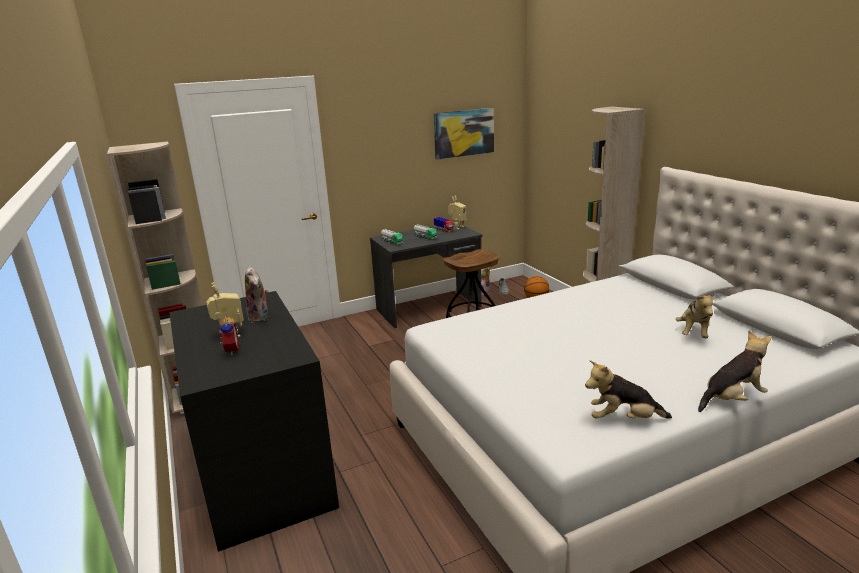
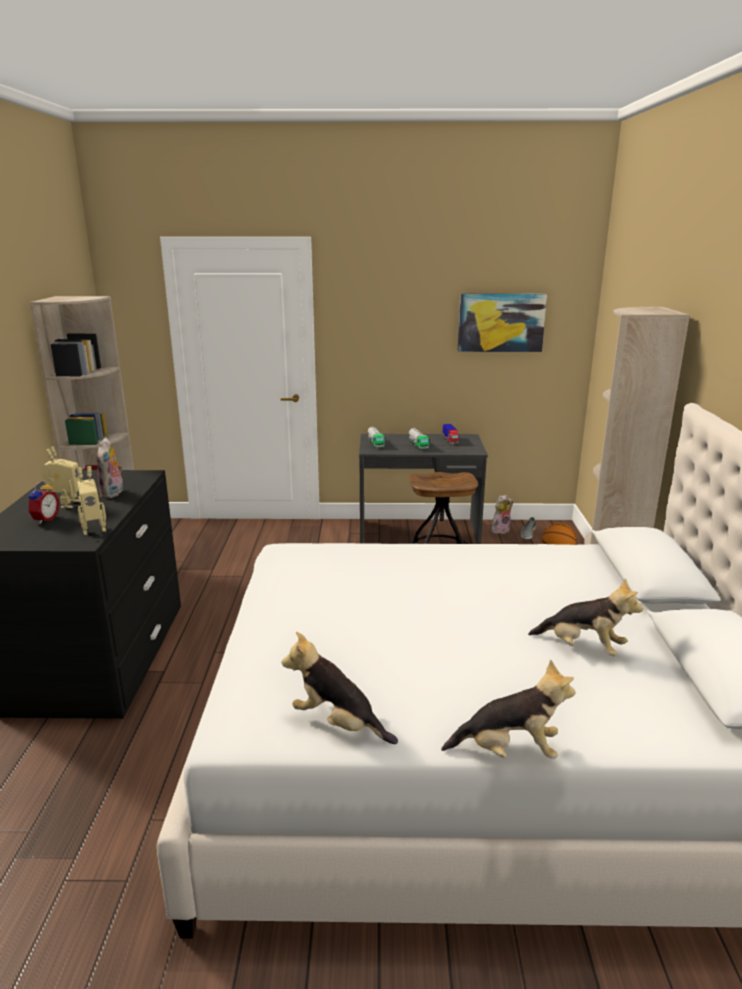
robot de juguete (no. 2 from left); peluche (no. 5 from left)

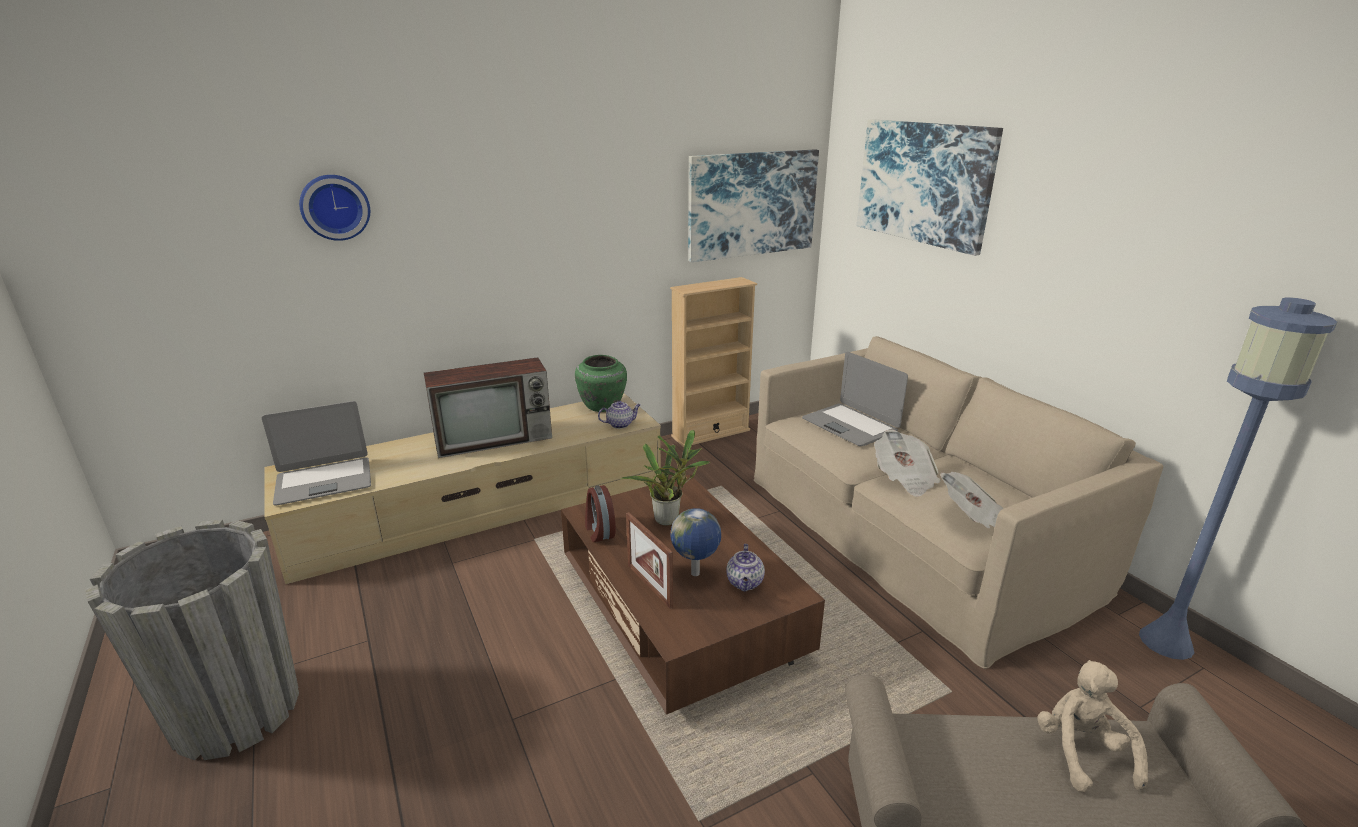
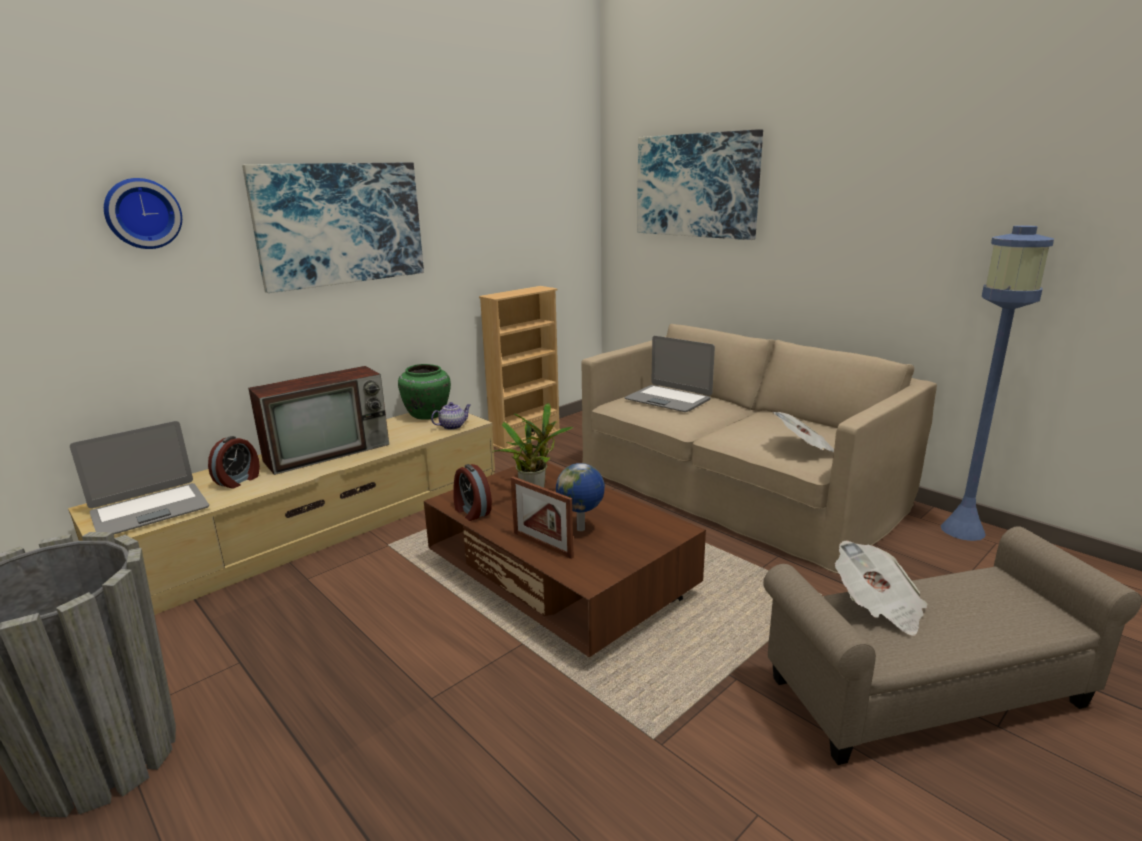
cuadro (no. 1 from left); tetera (no. 2 from left in the first image); periódico (no. 2 from left); peluche/beis; despertador (no. 1 from left)

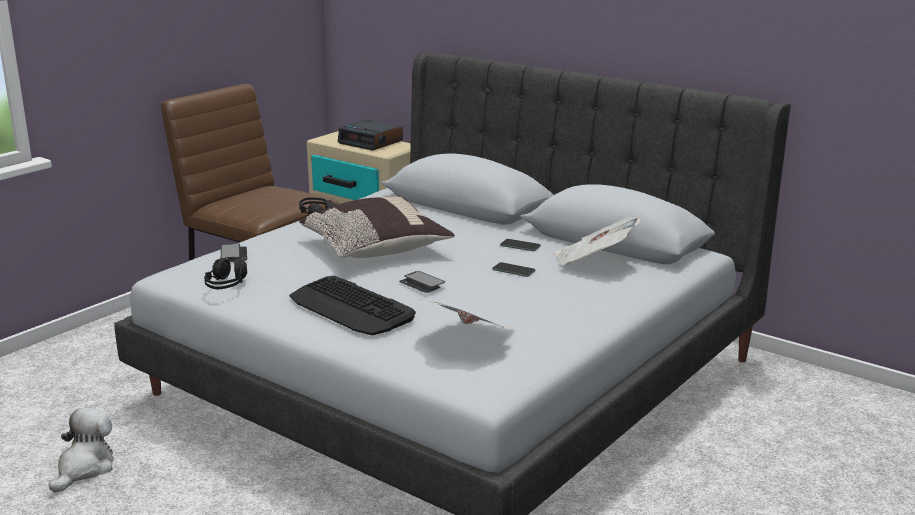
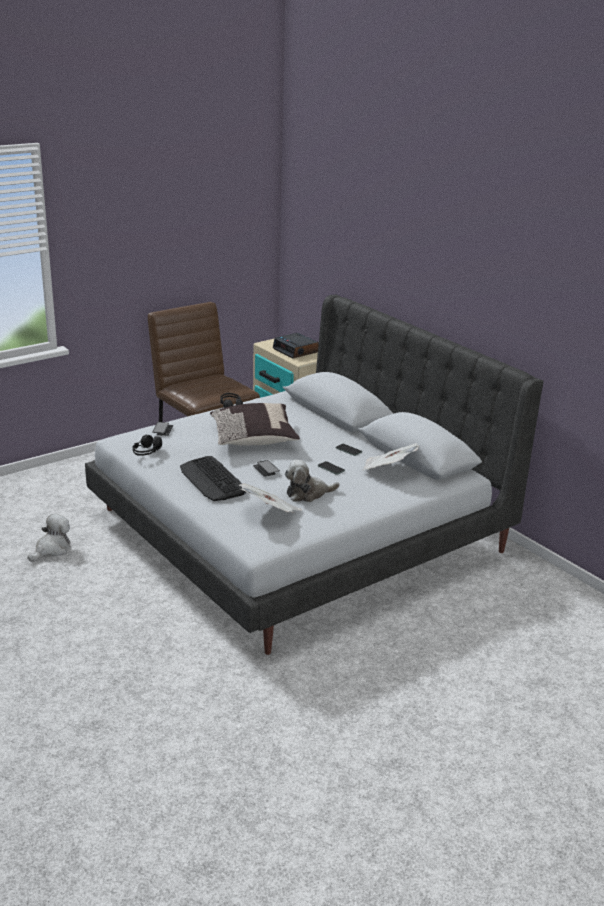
peluche (no. 2 from left)

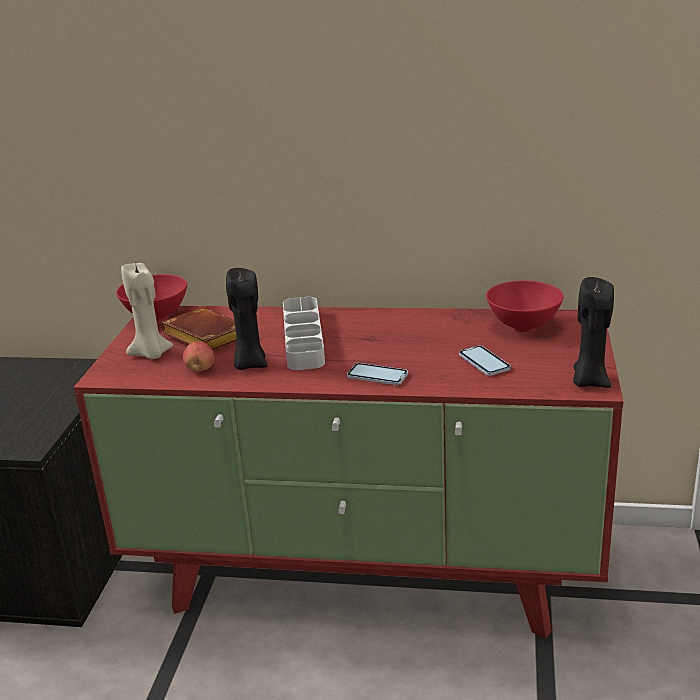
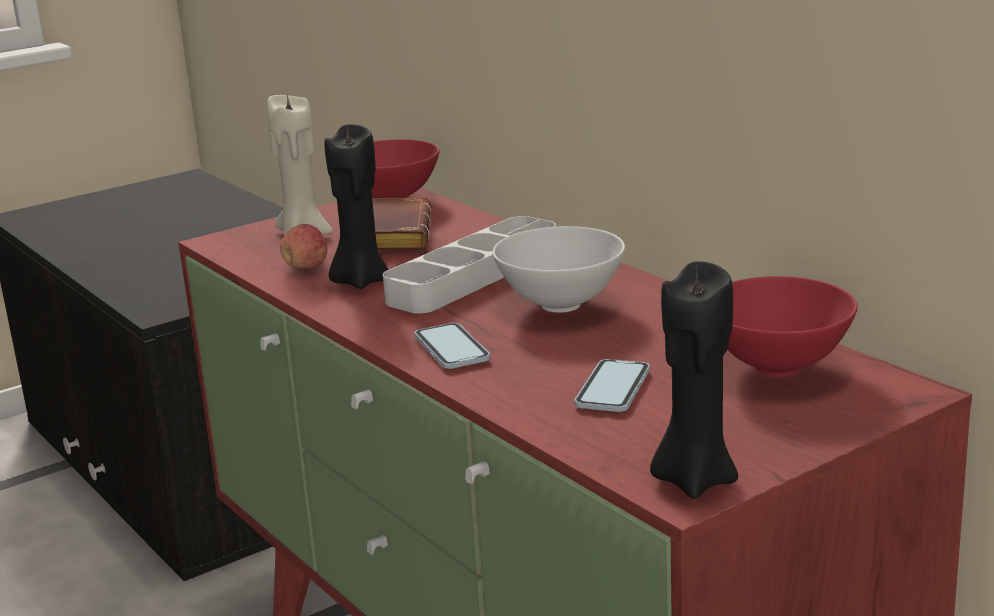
cuenco/blanco

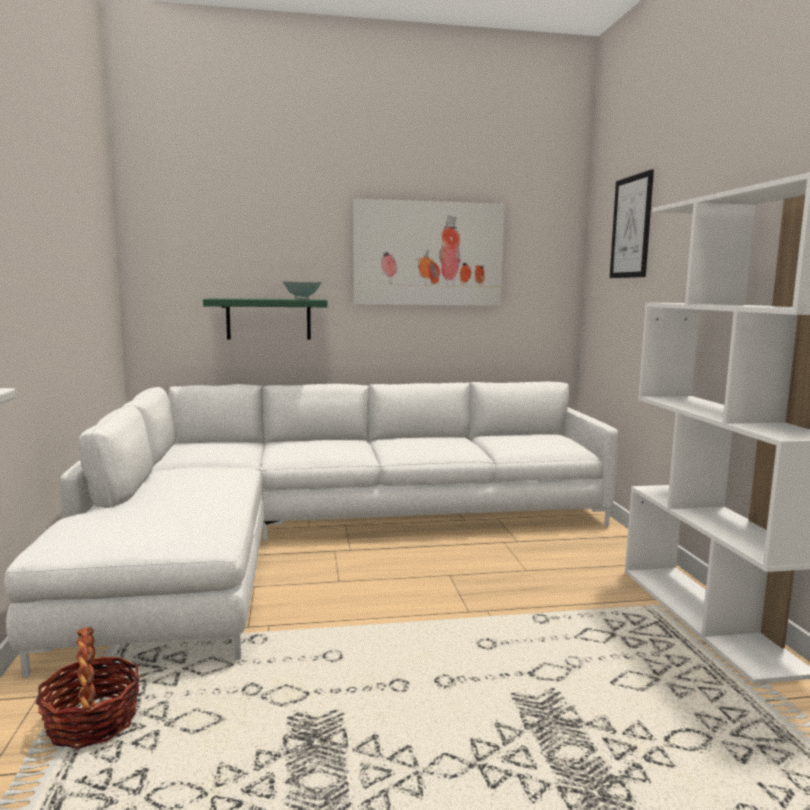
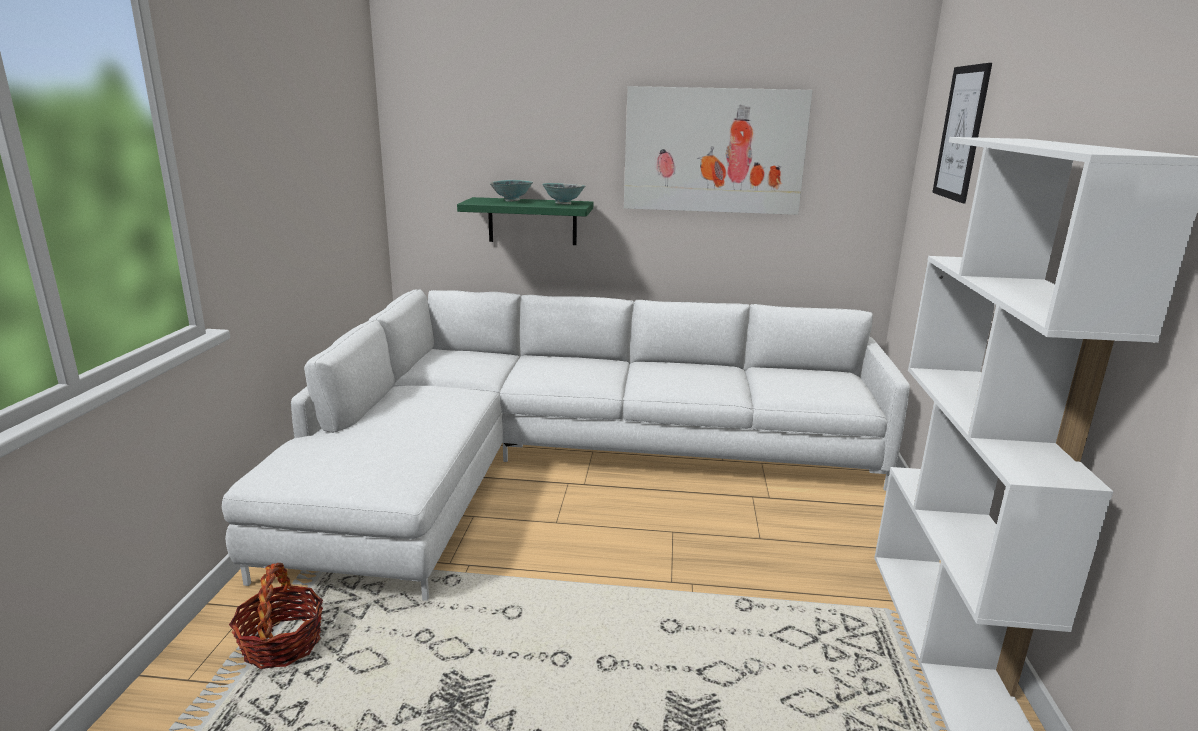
cuenco (no. 1 from left)

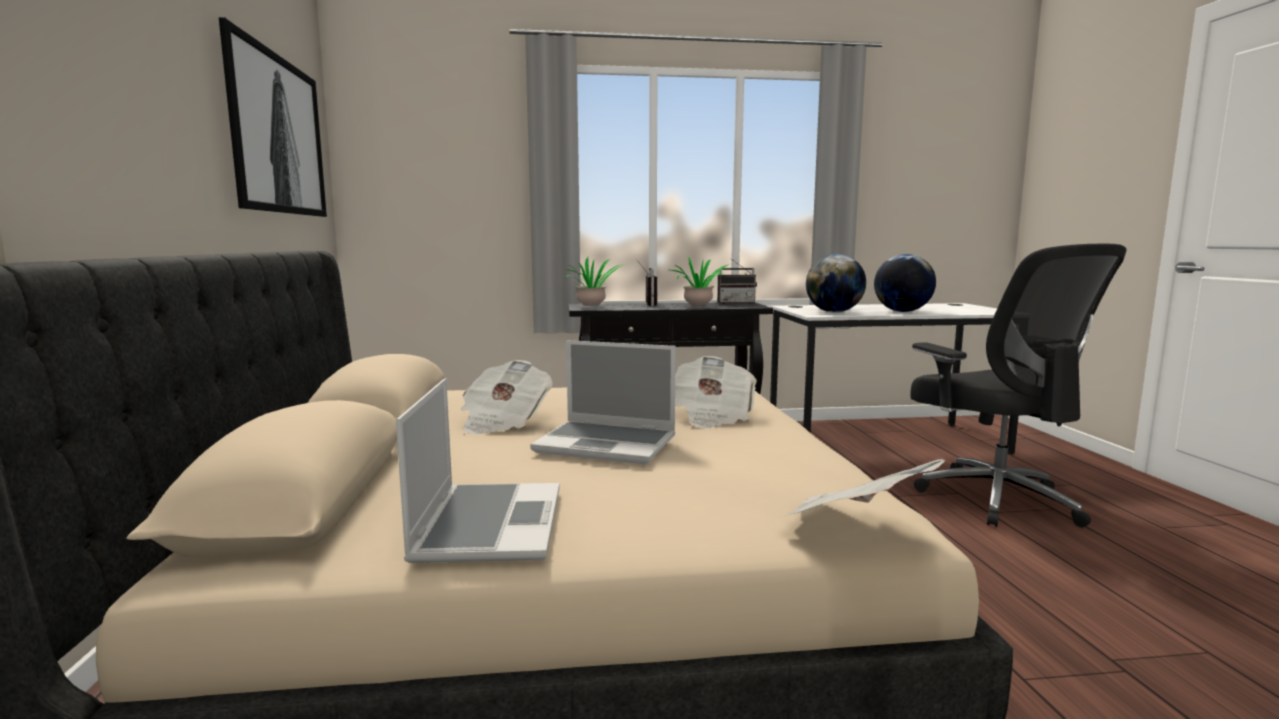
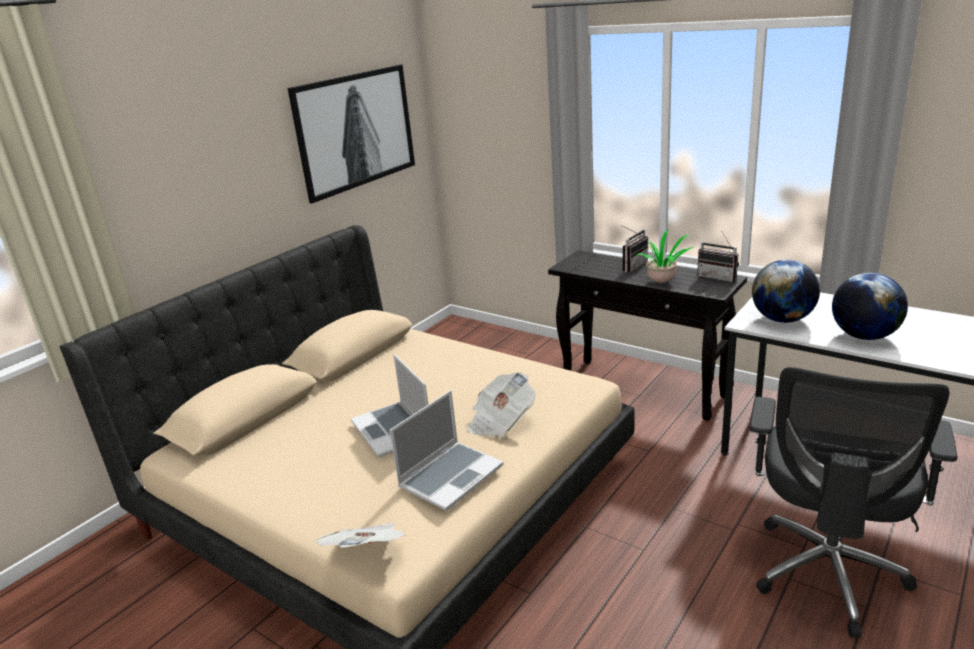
portátil (no. 2 from left); periódico (no. 1 from left in the first image); planta en maceta (no. 1 from left in the first image)

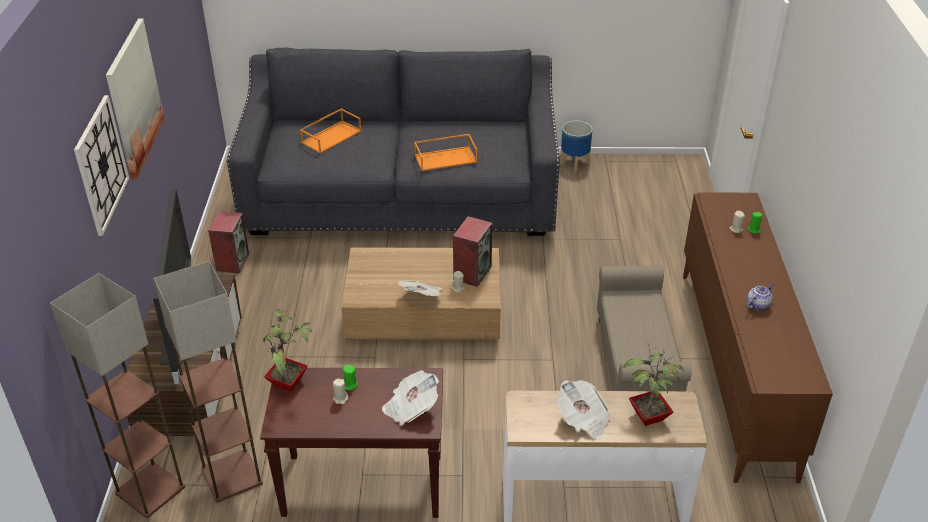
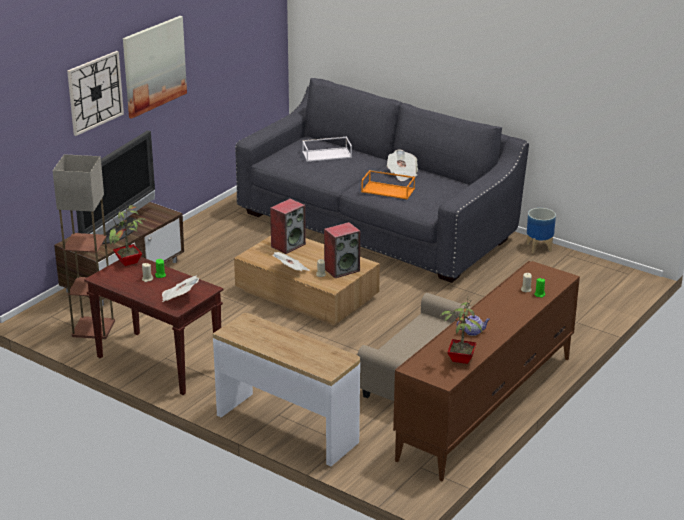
lámpara de pie (no. 1 from left in the first image); altavoz (no. 1 from left); bandeja/blanco; periódico (no. 3 from left); planta en maceta (no. 2 from left)

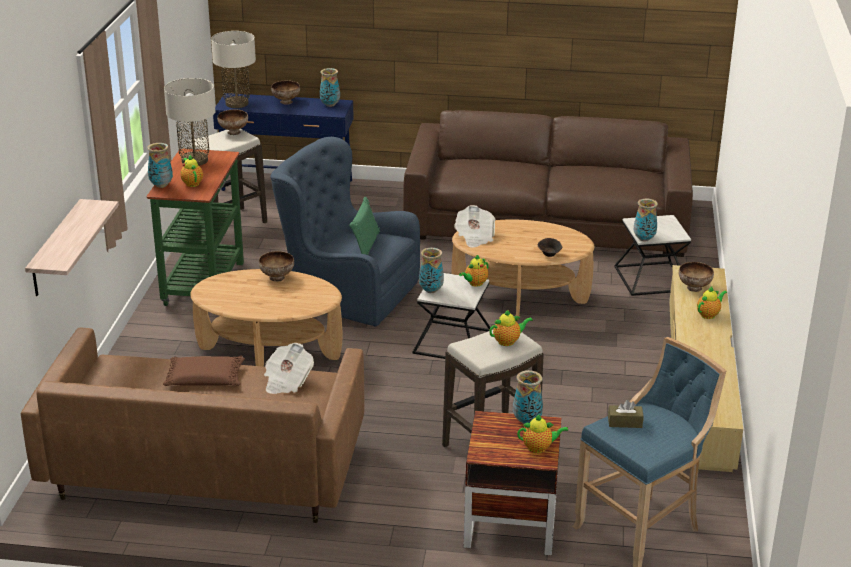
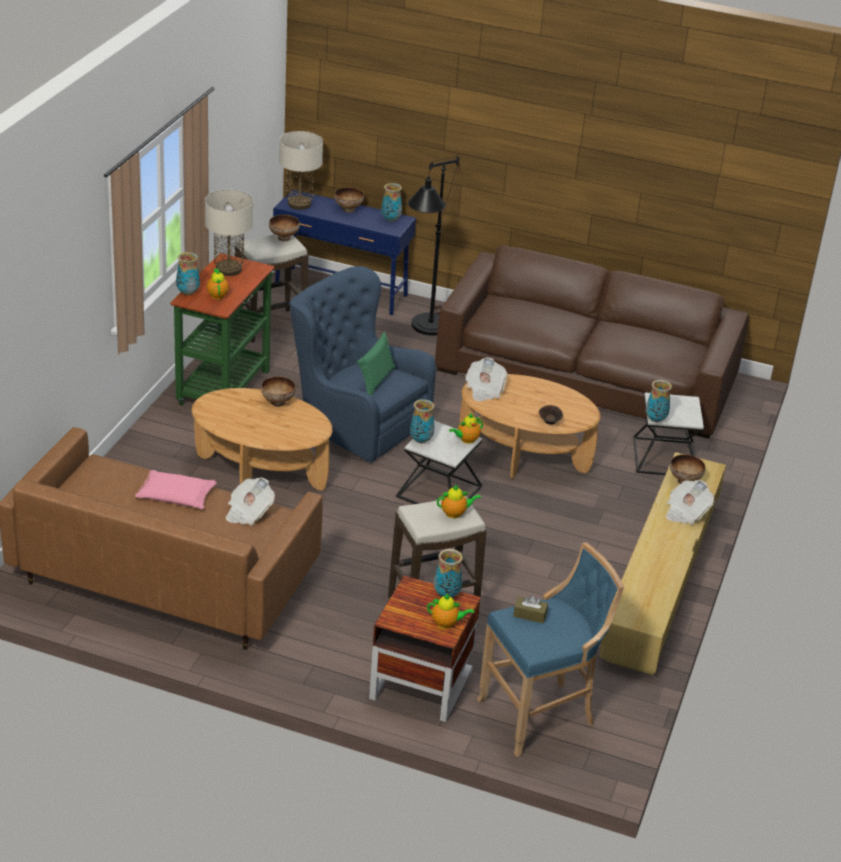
estante; cojín/rosa; periódico (no. 3 from left); lámpara de pie/negro

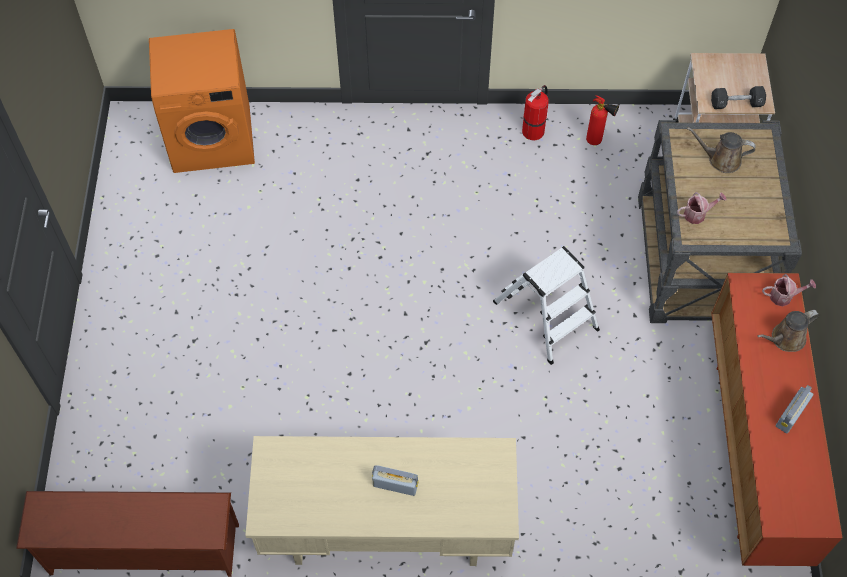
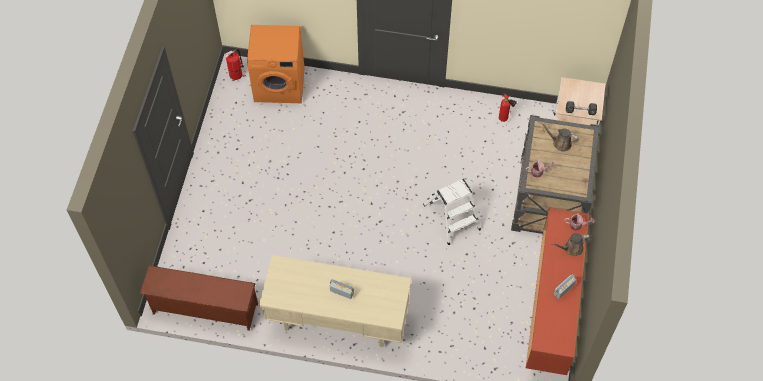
extintor (no. 1 from left)

